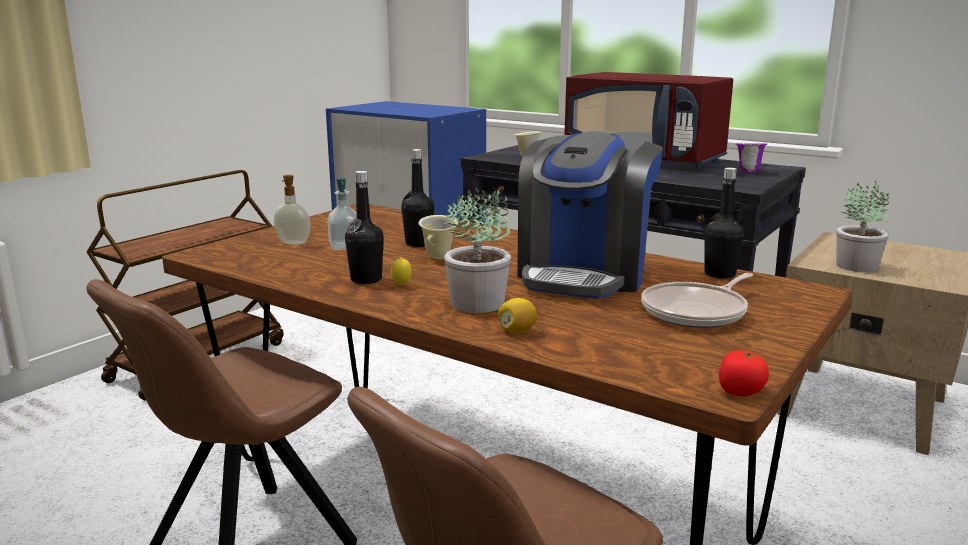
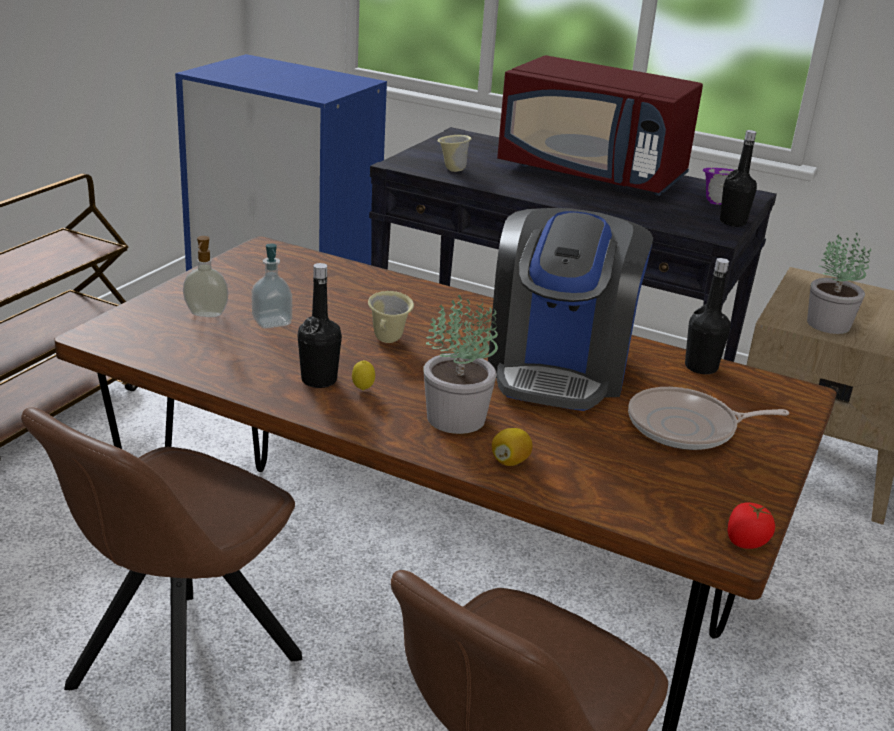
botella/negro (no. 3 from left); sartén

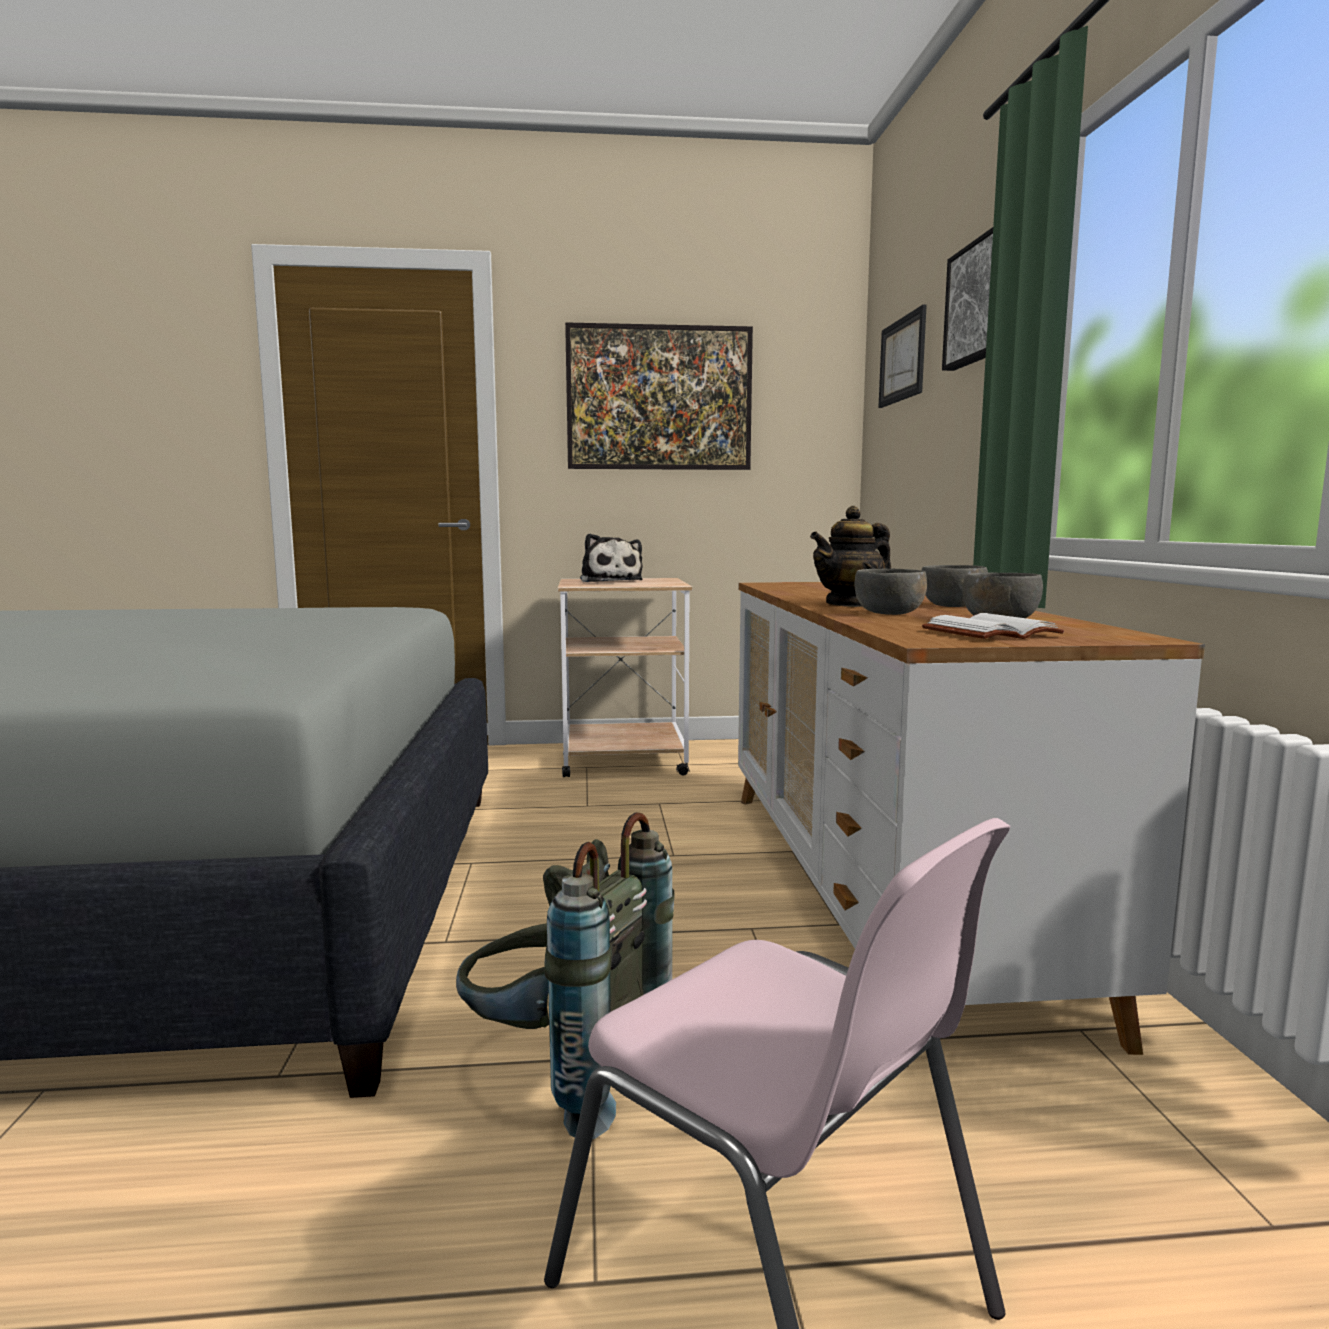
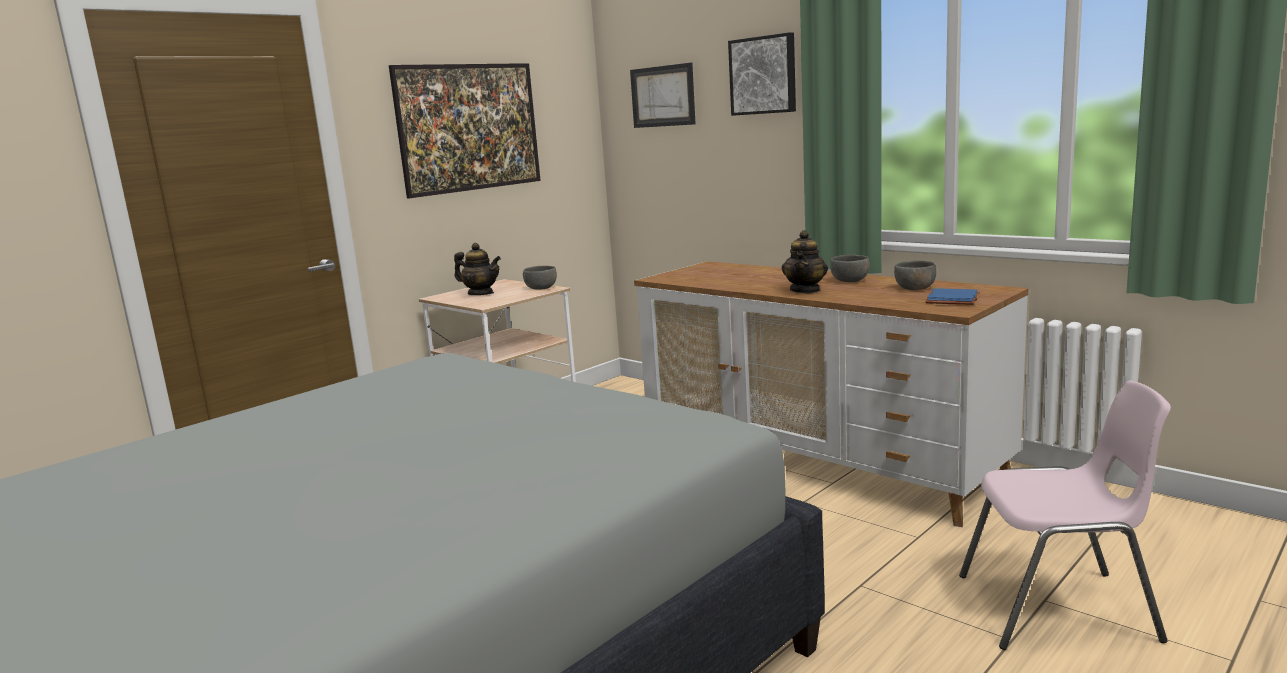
mochila/gris; tetera (no. 1 from left); cuenco/gris (no. 1 from left); libro/azul

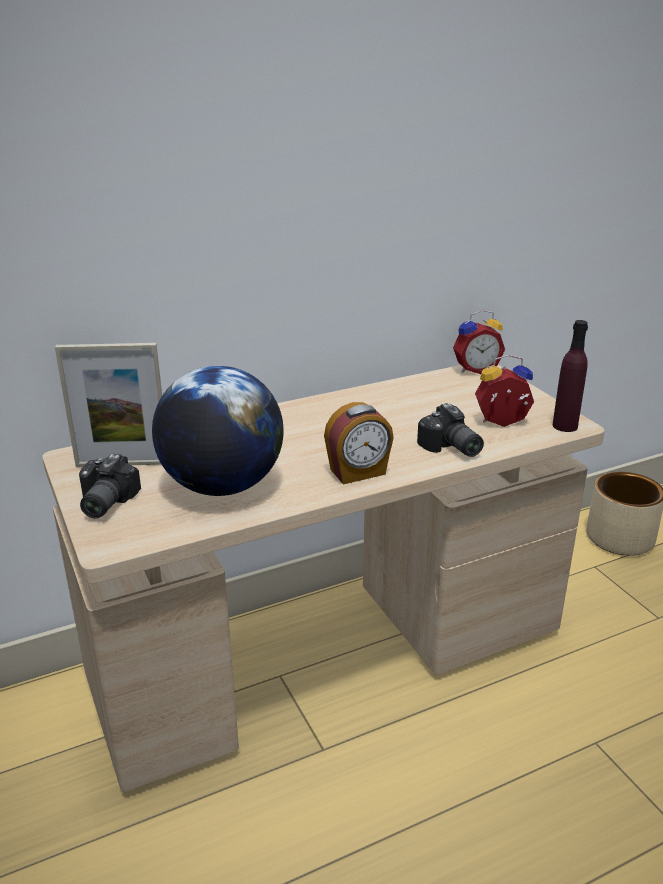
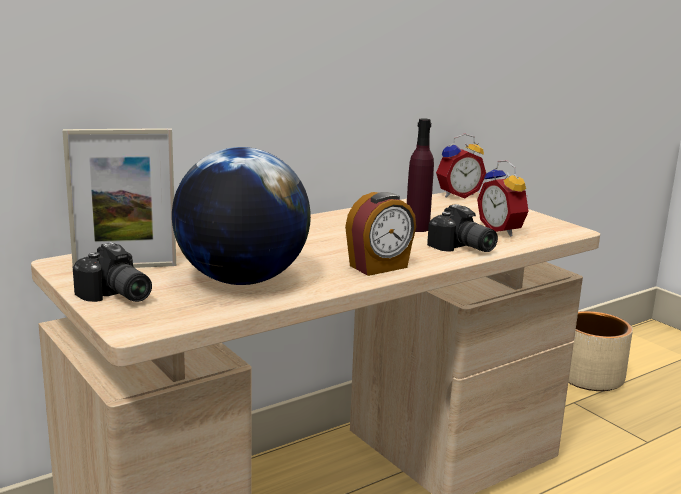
cámara (no. 1 from left); despertador (no. 3 from left); botella/morado

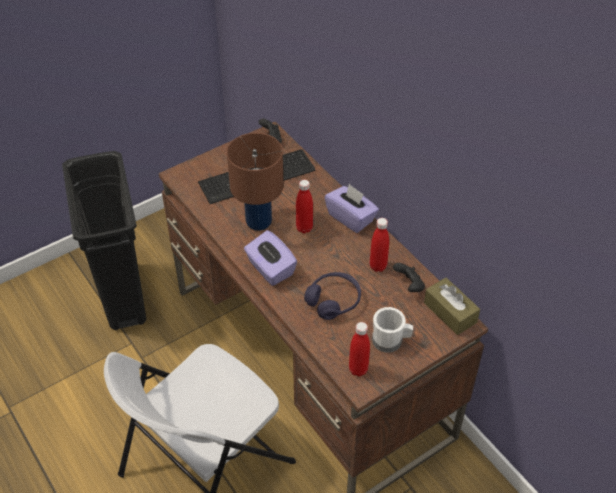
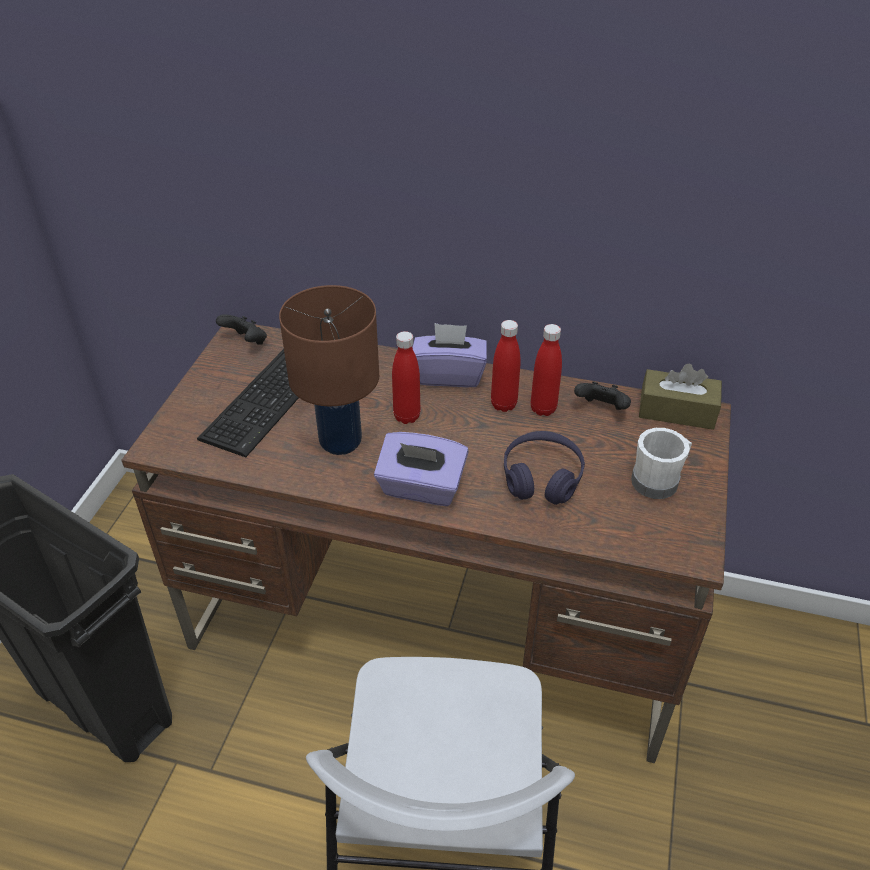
botella/rojo (no. 2 from left)

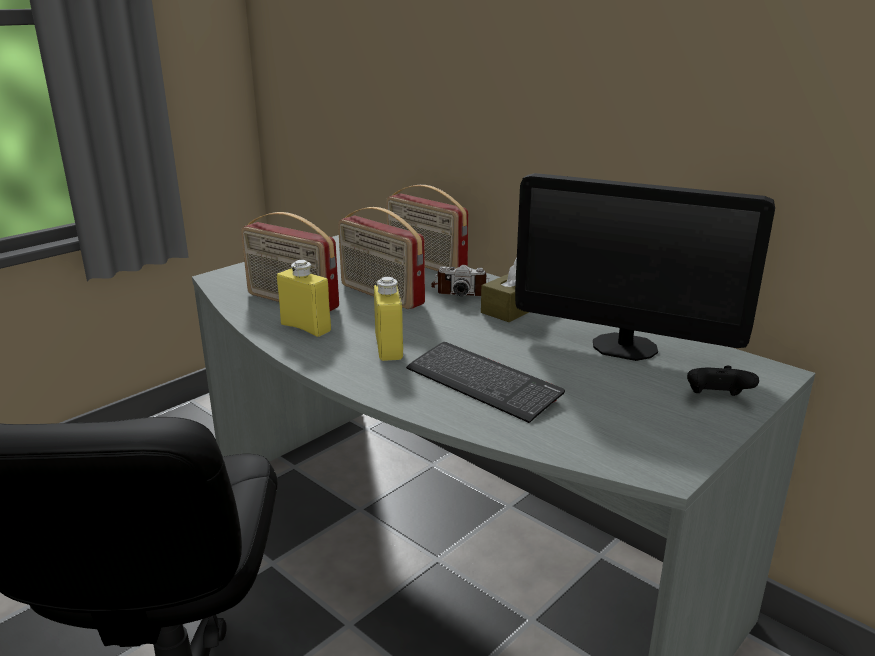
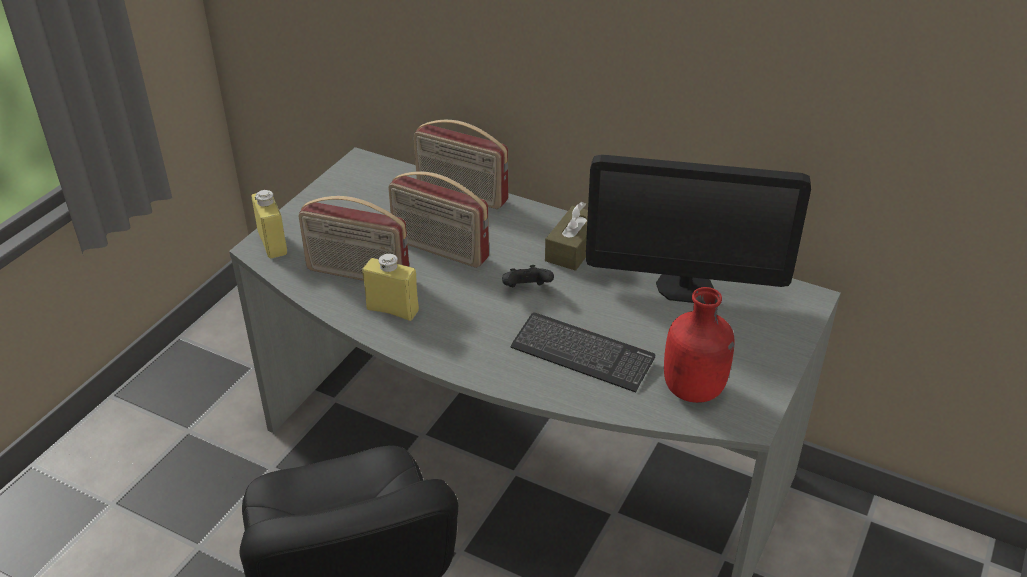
botella/amarillo (no. 1 from left); cámara; mando de consola/negro; botella/rojo

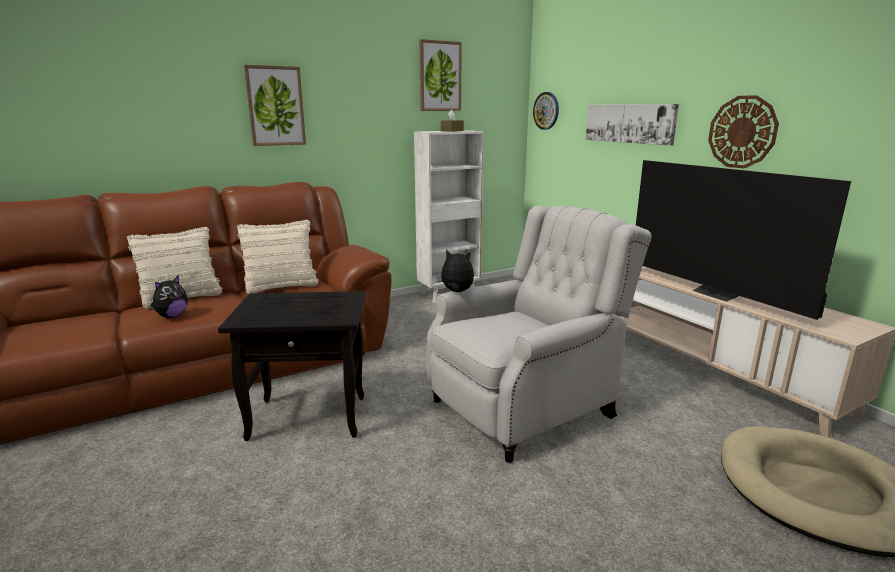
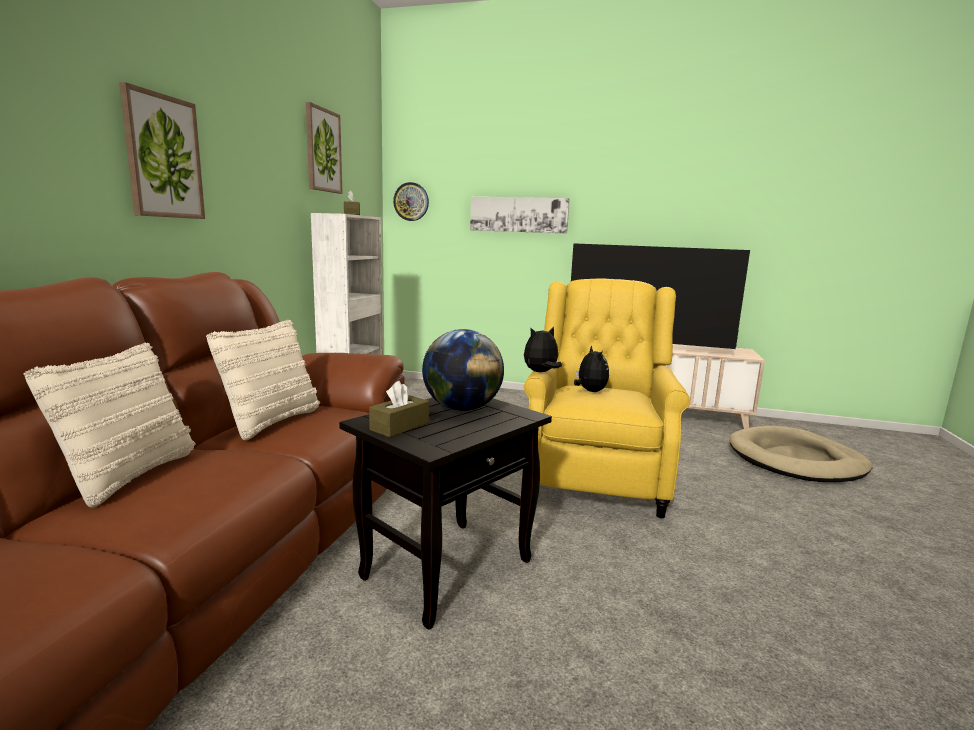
peluche (no. 2 from left); sillón/amarillo; reloj de pared (no. 2 from left in the first image); caja de pañuelos/marrón (no. 2 from left); globo terráqueo

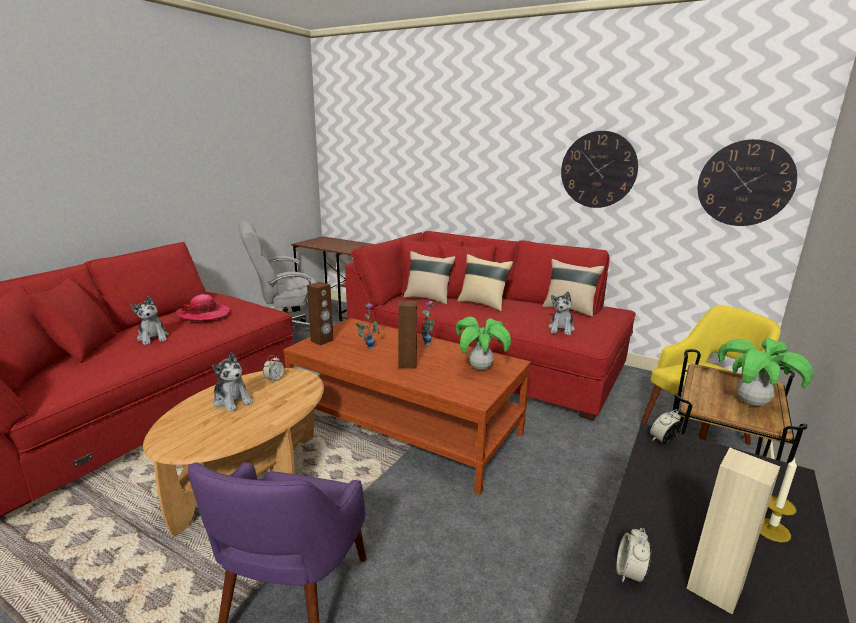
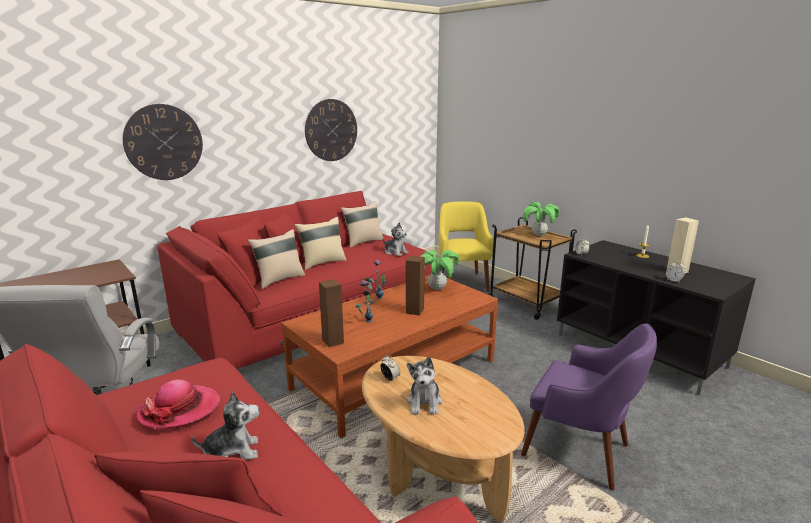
peluche (no. 3 from left); reloj de pared (no. 1 from left)

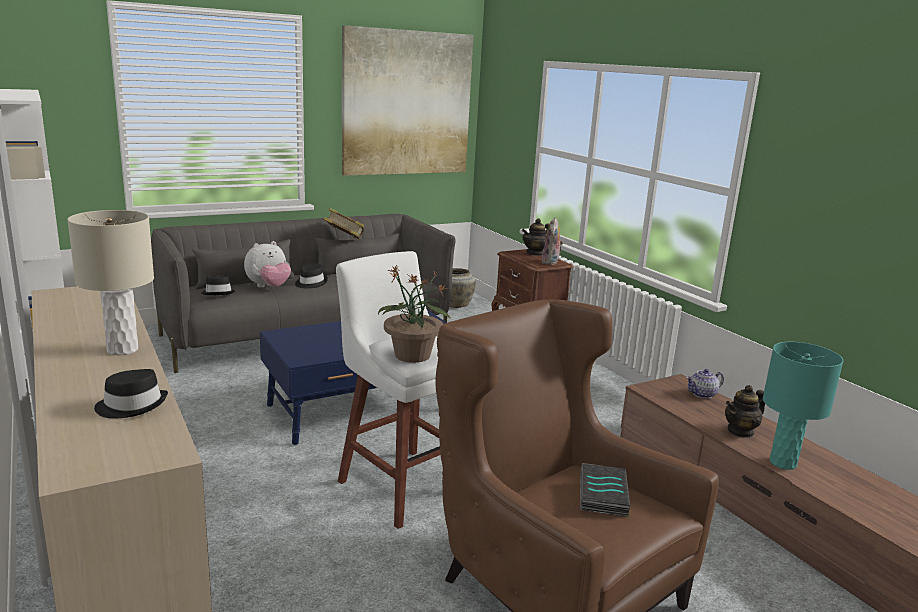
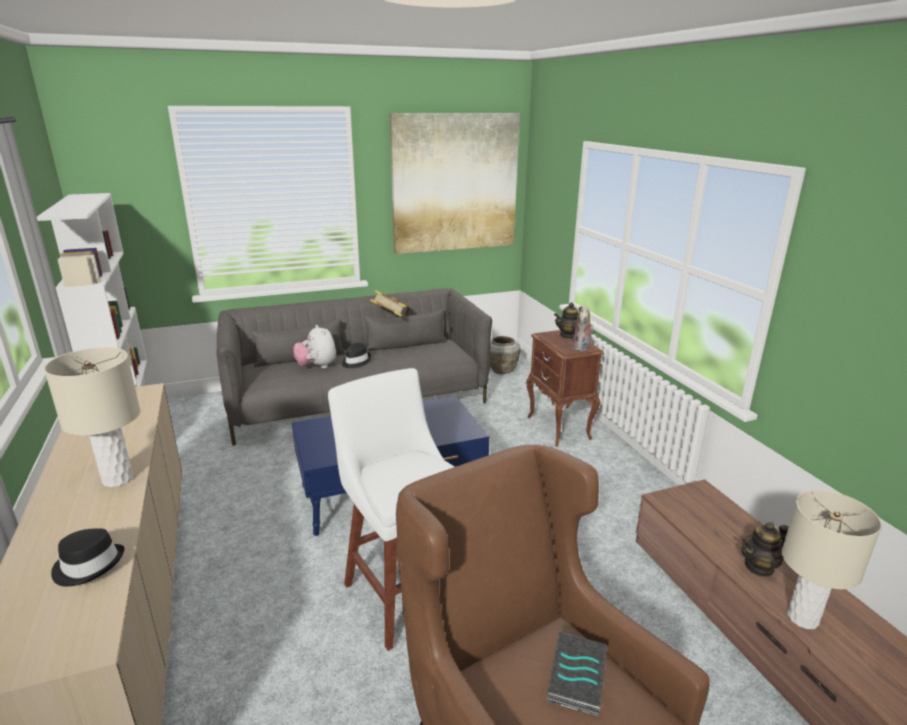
sombrero/negro (no. 2 from left in the first image); peluche (no. 1 from left); planta en maceta; tetera (no. 2 from left in the first image); lámpara de mesa/beis (no. 2 from left)

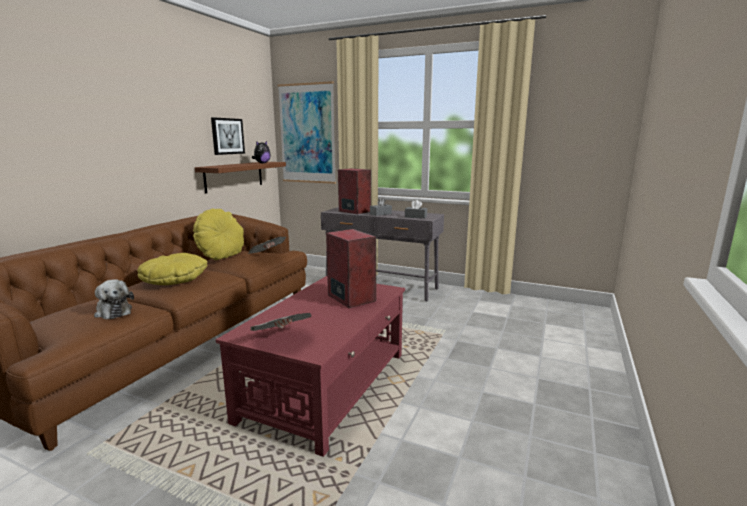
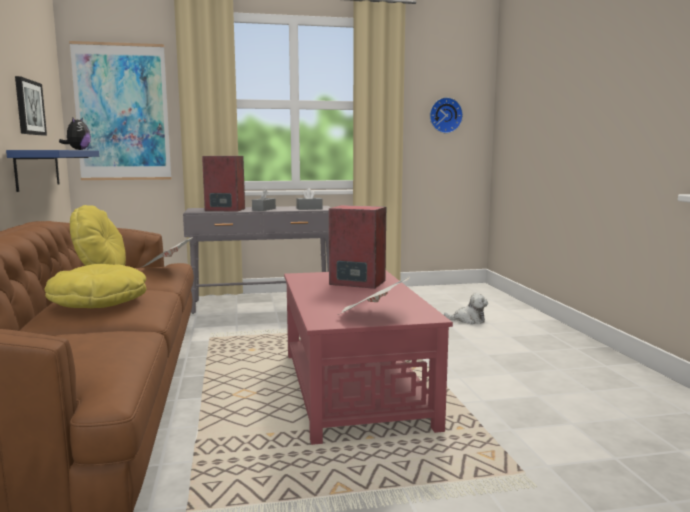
peluche (no. 2 from left); estante/azul; reloj de pared

